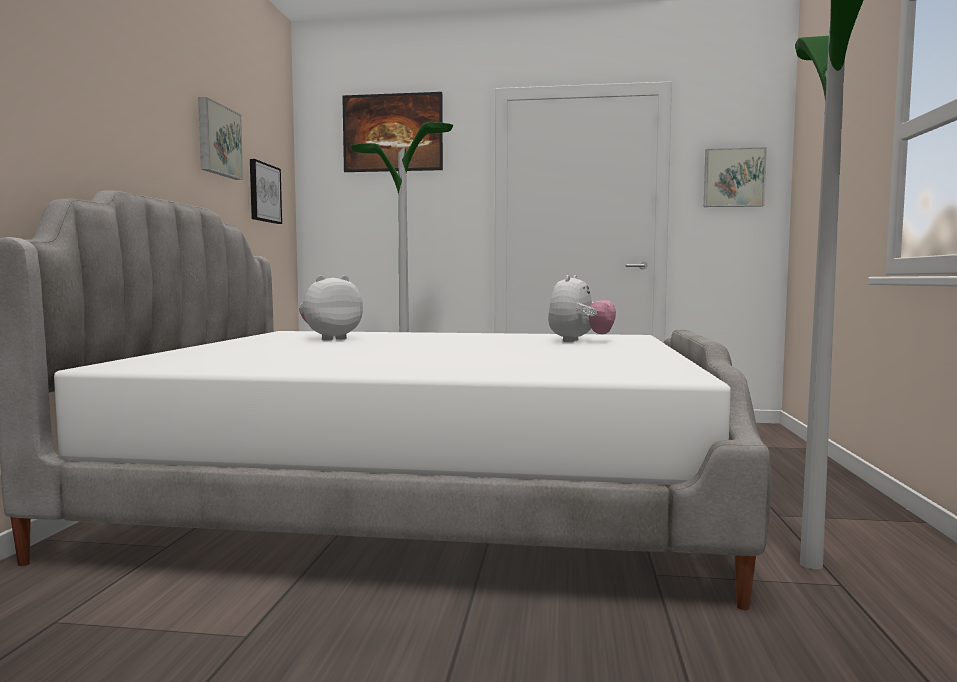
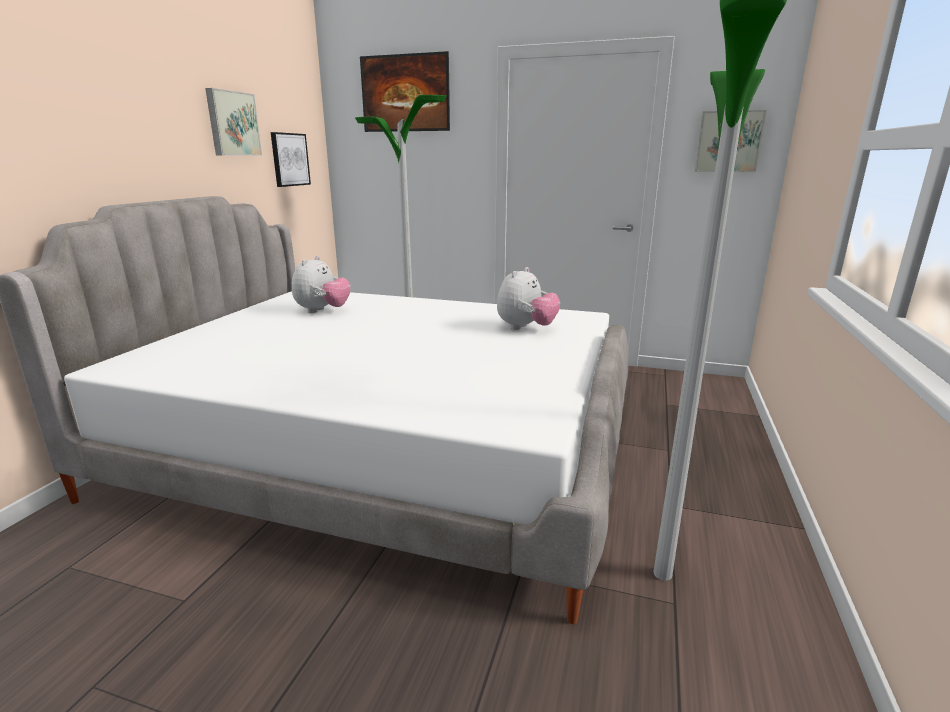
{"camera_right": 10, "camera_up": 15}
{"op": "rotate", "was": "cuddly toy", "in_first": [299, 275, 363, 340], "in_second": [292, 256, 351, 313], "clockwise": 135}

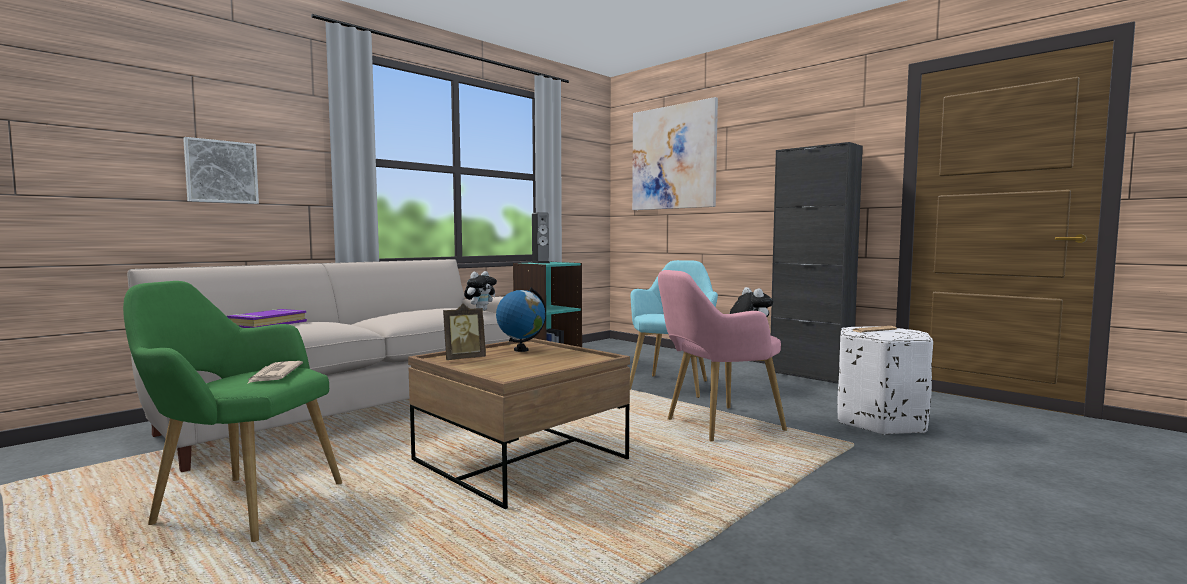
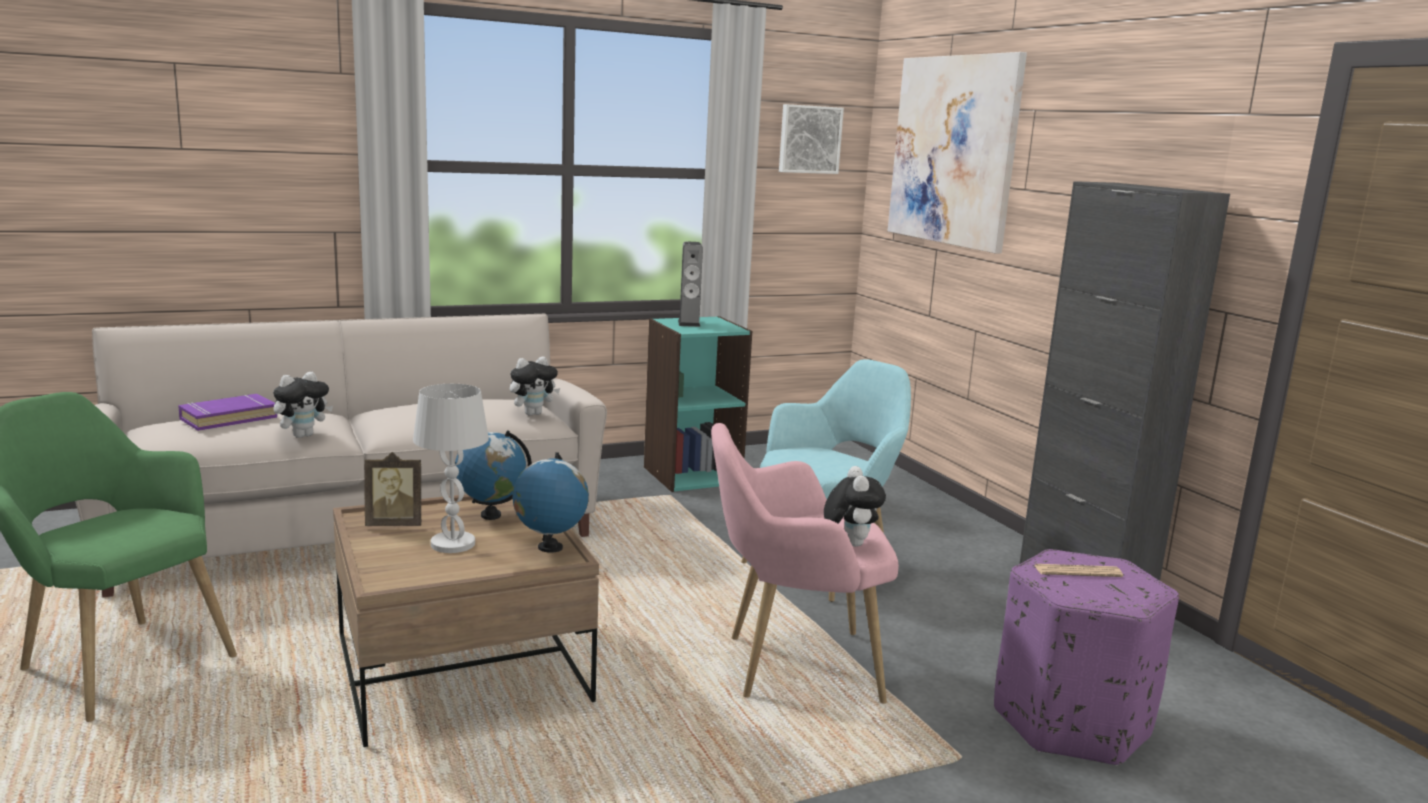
{"camera_right": 20, "camera_up": 10}
{"op": "insert", "now": "cuddly toy", "in_second": [273, 372, 333, 438]}
{"op": "insert", "now": "tabletop lamp (white-coloured)", "in_second": [413, 384, 489, 553]}
{"op": "insert", "now": "desk globe", "in_second": [513, 452, 589, 553]}
{"op": "move", "was": "picture", "in_first": [183, 137, 259, 204], "in_second": [779, 104, 844, 174]}
{"op": "recolor", "was": "pouffe (white-coloured)", "now": "pouffe (purple-coloured)", "in_first": [837, 326, 933, 436], "in_second": [994, 549, 1179, 766]}
{"op": "delete", "was": "daily paper", "in_first": [247, 361, 303, 384]}

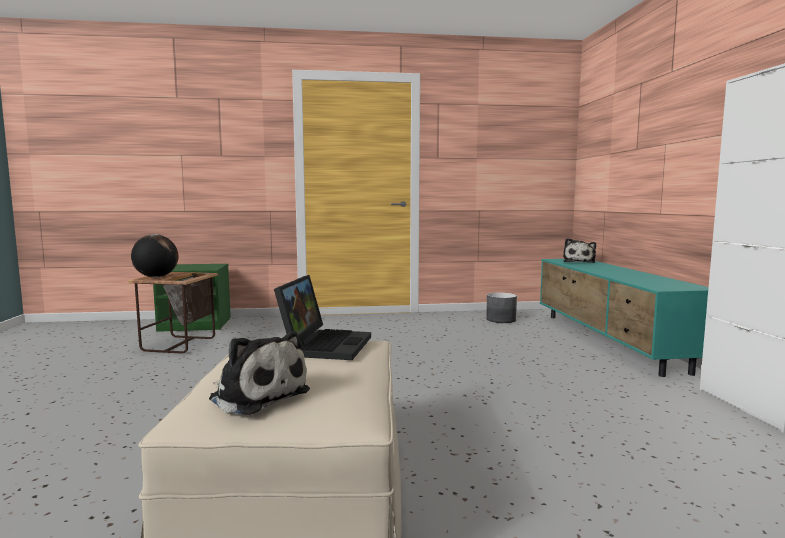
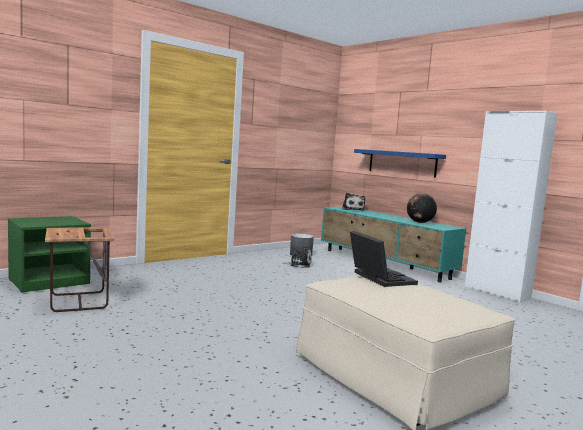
{"camera_right": -35, "camera_up": 0}
{"op": "move", "was": "cuddly toy", "in_first": [209, 331, 310, 415], "in_second": [281, 247, 312, 268]}
{"op": "insert", "now": "shelf (blue)", "in_second": [354, 149, 446, 178]}
{"op": "move", "was": "desk globe", "in_first": [131, 234, 179, 278], "in_second": [407, 193, 437, 223]}

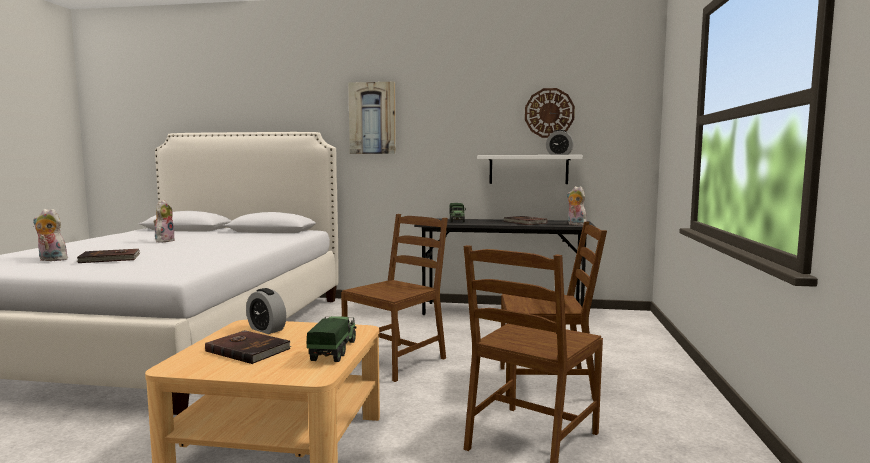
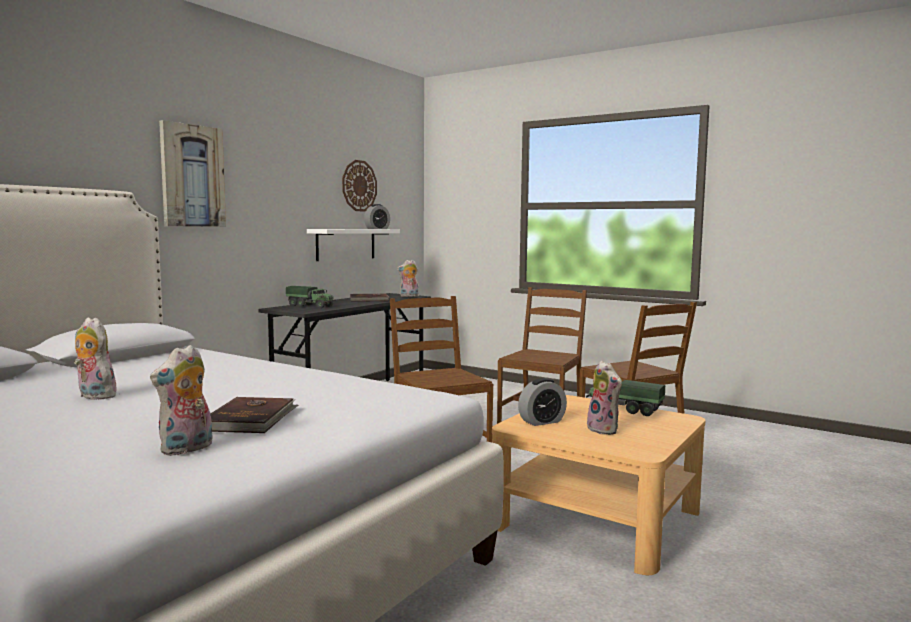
{"camera_right": -65, "camera_up": 0}
{"op": "replace", "was": "volume (brown)", "now": "cuddly toy", "in_first": [205, 330, 291, 364], "in_second": [587, 361, 622, 435]}

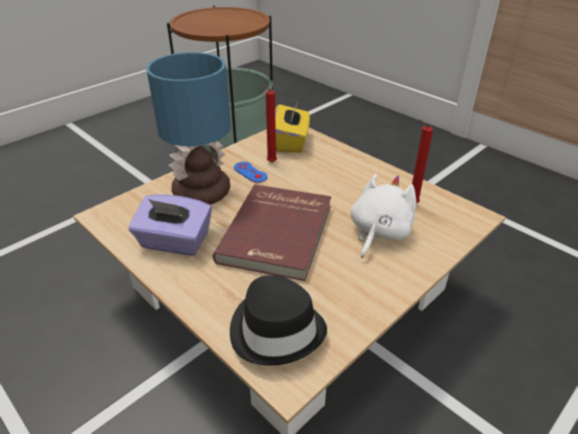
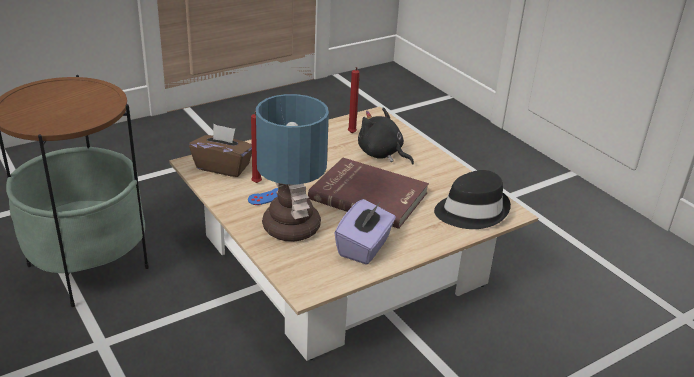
{"camera_right": -80, "camera_up": -5}
{"op": "recolor", "was": "box of tissues (yellow)", "now": "box of tissues (brown)", "in_first": [275, 100, 310, 153], "in_second": [189, 124, 252, 177]}
{"op": "recolor", "was": "cuddly toy (white-coloured)", "now": "cuddly toy (blackish)", "in_first": [351, 174, 416, 258], "in_second": [358, 107, 414, 165]}

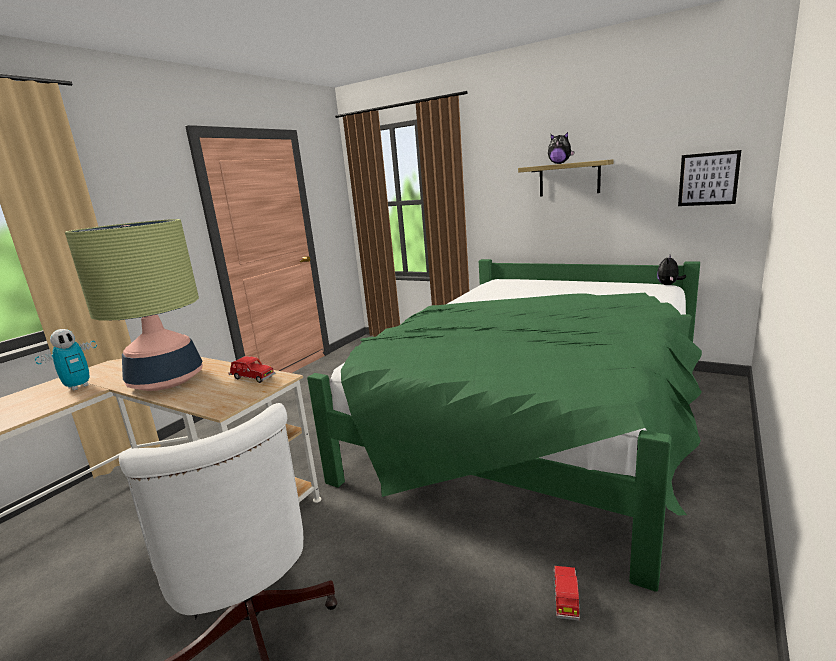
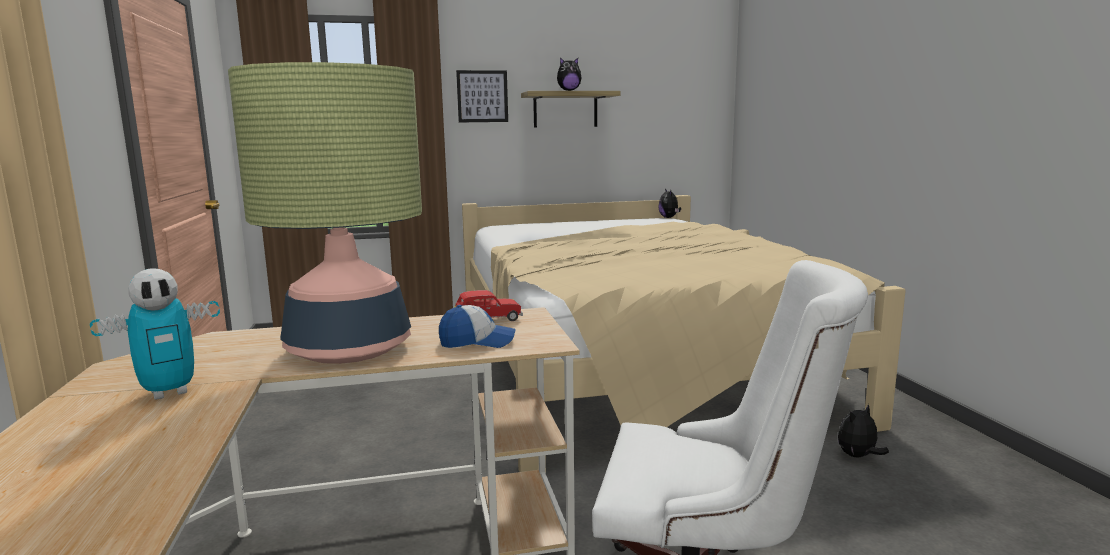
{"camera_right": -45, "camera_up": -5}
{"op": "rotate", "was": "toy robot", "in_first": [35, 329, 97, 390], "in_second": [90, 268, 220, 400], "clockwise": 60}
{"op": "insert", "now": "cap", "in_second": [439, 305, 516, 348]}
{"op": "move", "was": "picture", "in_first": [678, 150, 741, 206], "in_second": [456, 70, 508, 122]}
{"op": "recolor", "was": "bedroom bed (green-coloured)", "now": "bedroom bed (beige)", "in_first": [307, 259, 702, 592], "in_second": [462, 195, 906, 472]}
{"op": "replace", "was": "toy car (red-coloured)", "now": "cuddly toy", "in_first": [553, 566, 580, 621], "in_second": [838, 404, 889, 457]}

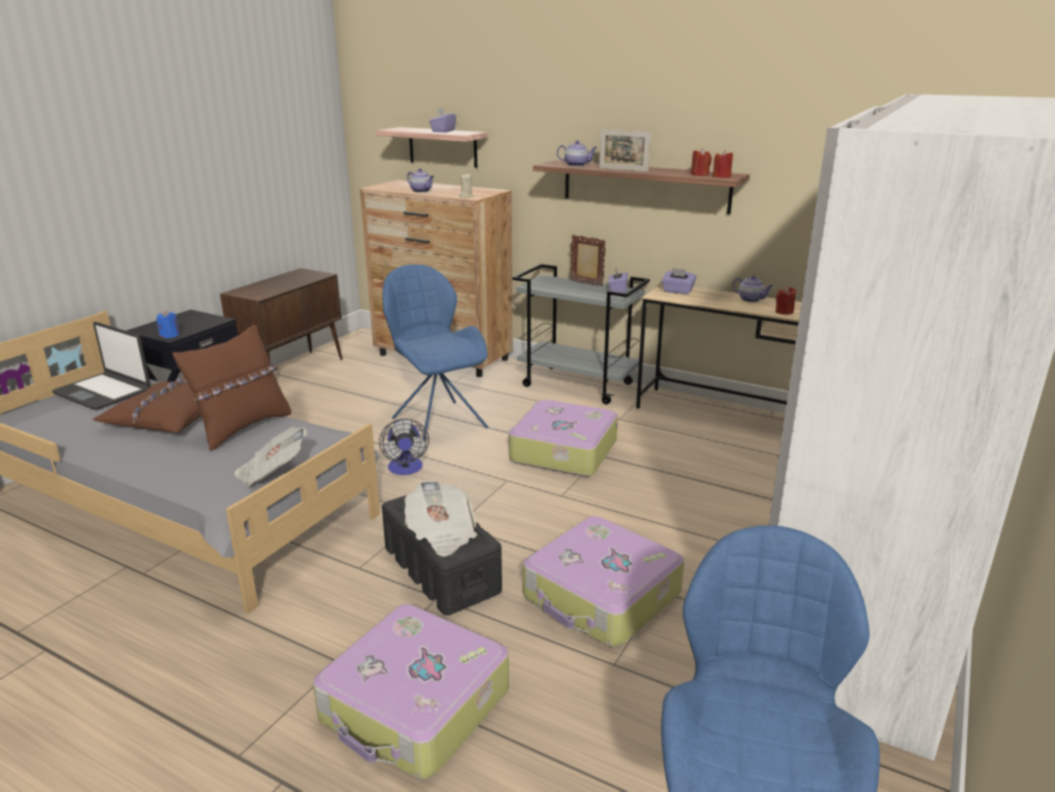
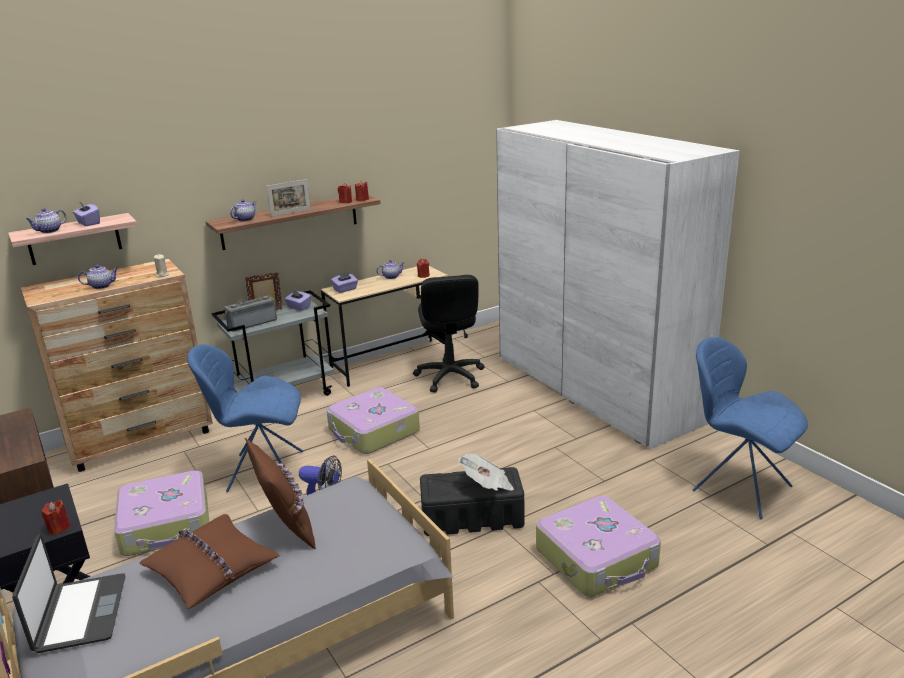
{"camera_right": -60, "camera_up": 0}
{"op": "rotate", "was": "laptop", "in_first": [52, 322, 151, 410], "in_second": [12, 534, 125, 653], "clockwise": -75}
{"op": "insert", "now": "tea pot", "in_second": [26, 208, 66, 233]}
{"op": "recolor", "was": "wax light (blue)", "now": "wax light (red-coloured)", "in_first": [156, 311, 179, 338], "in_second": [42, 500, 70, 535]}
{"op": "move", "was": "suitcase", "in_first": [523, 516, 684, 647], "in_second": [114, 471, 209, 556]}
{"op": "insert", "now": "radio", "in_second": [223, 295, 277, 332]}
{"op": "insert", "now": "office chair (blackish)", "in_second": [413, 275, 485, 393]}
{"op": "delete", "was": "daily paper", "in_first": [234, 426, 307, 486]}

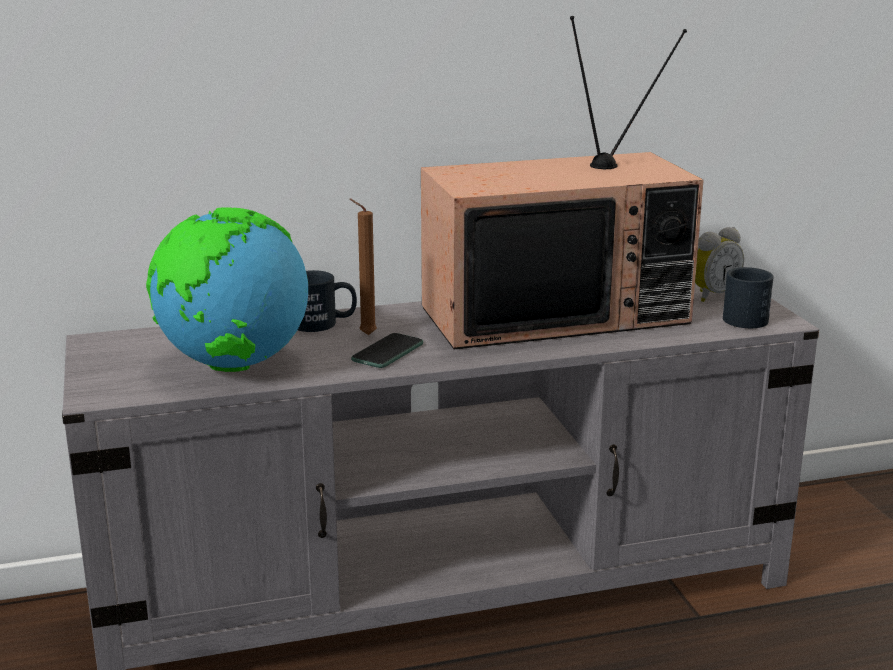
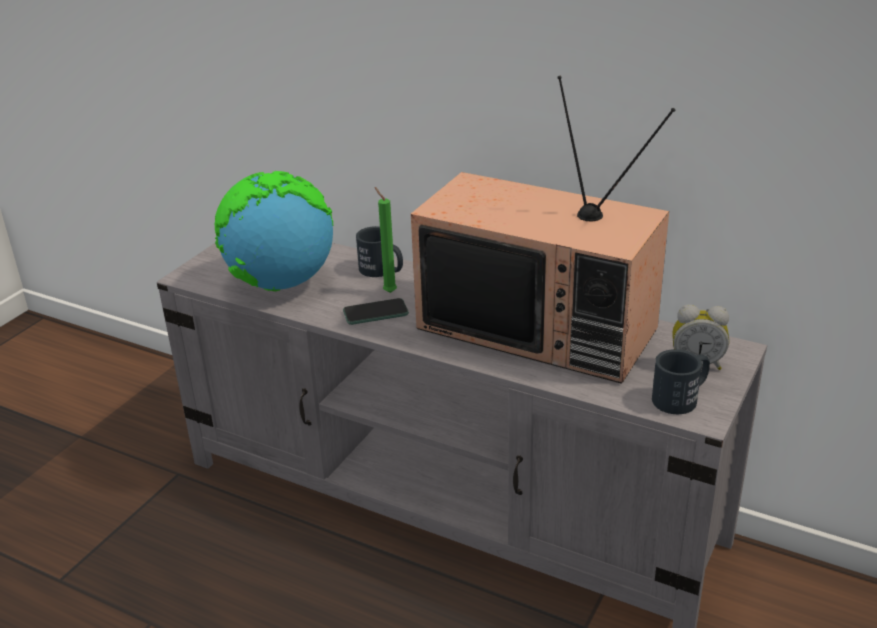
{"camera_right": 45, "camera_up": 10}
{"op": "recolor", "was": "wax light (brown)", "now": "wax light (green-coloured)", "in_first": [349, 199, 377, 335], "in_second": [374, 187, 397, 293]}

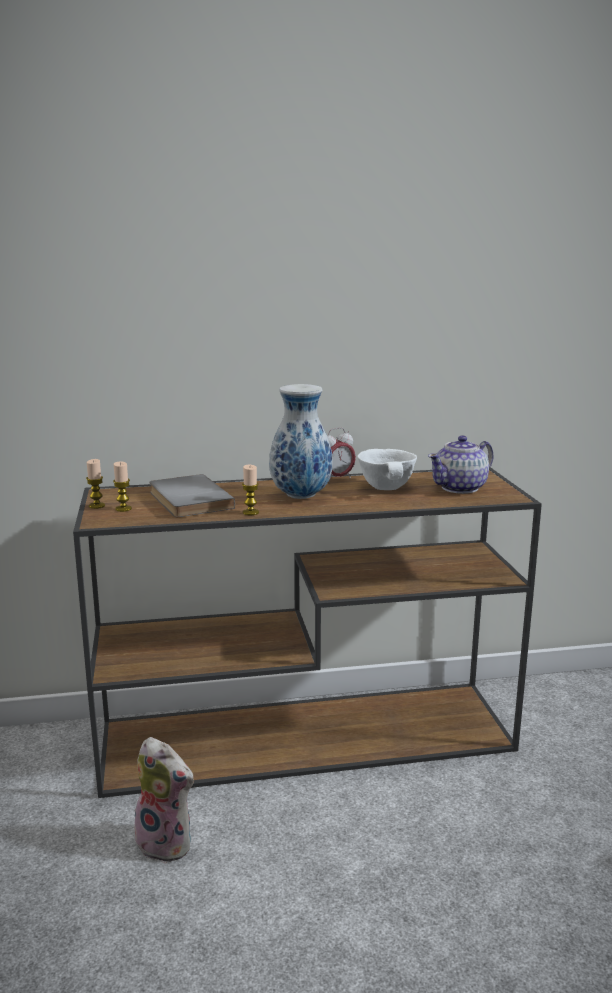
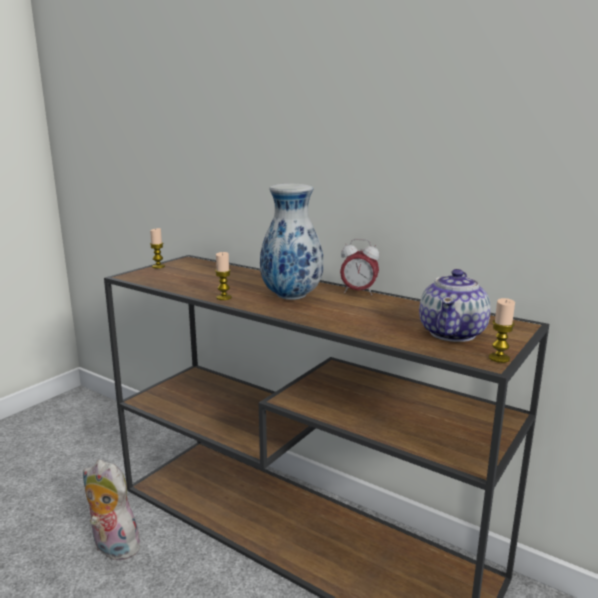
{"camera_right": 45, "camera_up": 0}
{"op": "rotate", "was": "cuddly toy", "in_first": [134, 737, 195, 863], "in_second": [83, 460, 146, 560], "clockwise": 135}
{"op": "rotate", "was": "tea pot", "in_first": [428, 435, 493, 494], "in_second": [419, 269, 491, 342], "clockwise": -75}
{"op": "move", "was": "wax light", "in_first": [113, 461, 132, 512], "in_second": [489, 298, 515, 363]}
{"op": "delete", "was": "volume (grey)", "in_first": [149, 474, 235, 517]}
{"op": "delete", "was": "deep dish (white-coloured)", "in_first": [357, 449, 417, 490]}

